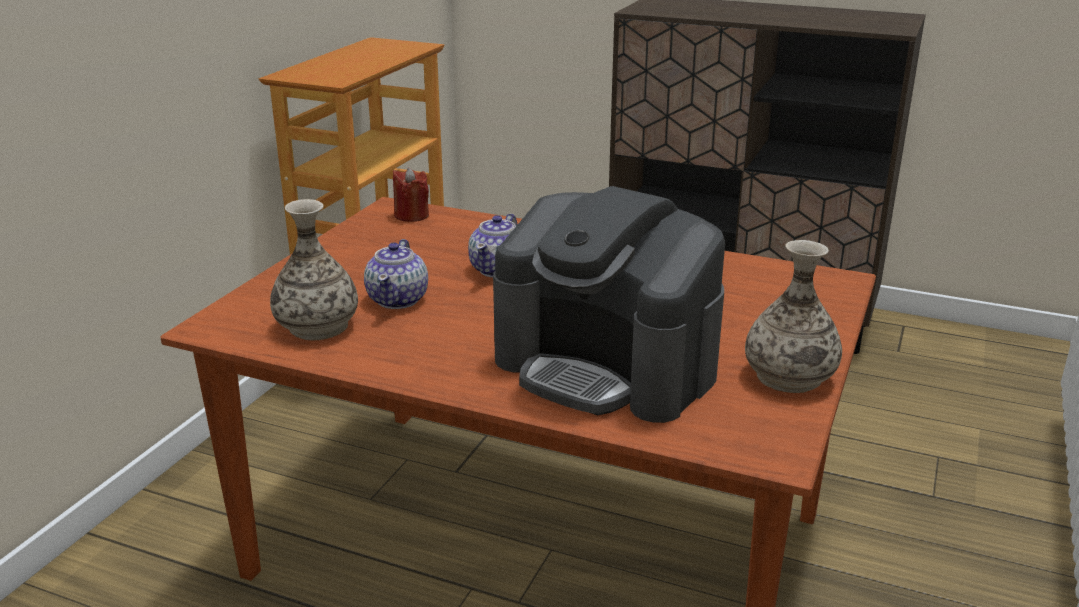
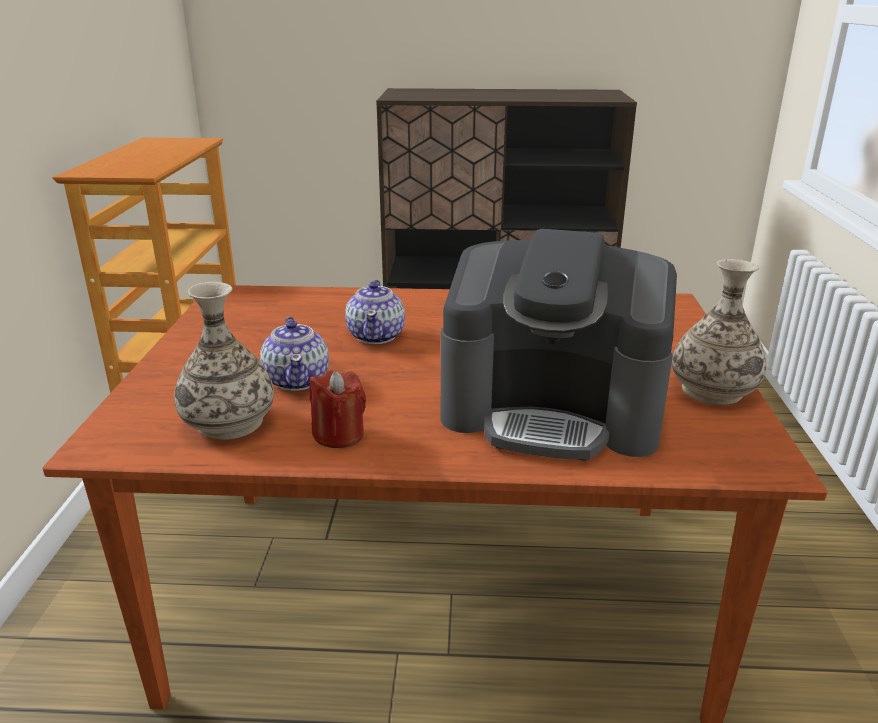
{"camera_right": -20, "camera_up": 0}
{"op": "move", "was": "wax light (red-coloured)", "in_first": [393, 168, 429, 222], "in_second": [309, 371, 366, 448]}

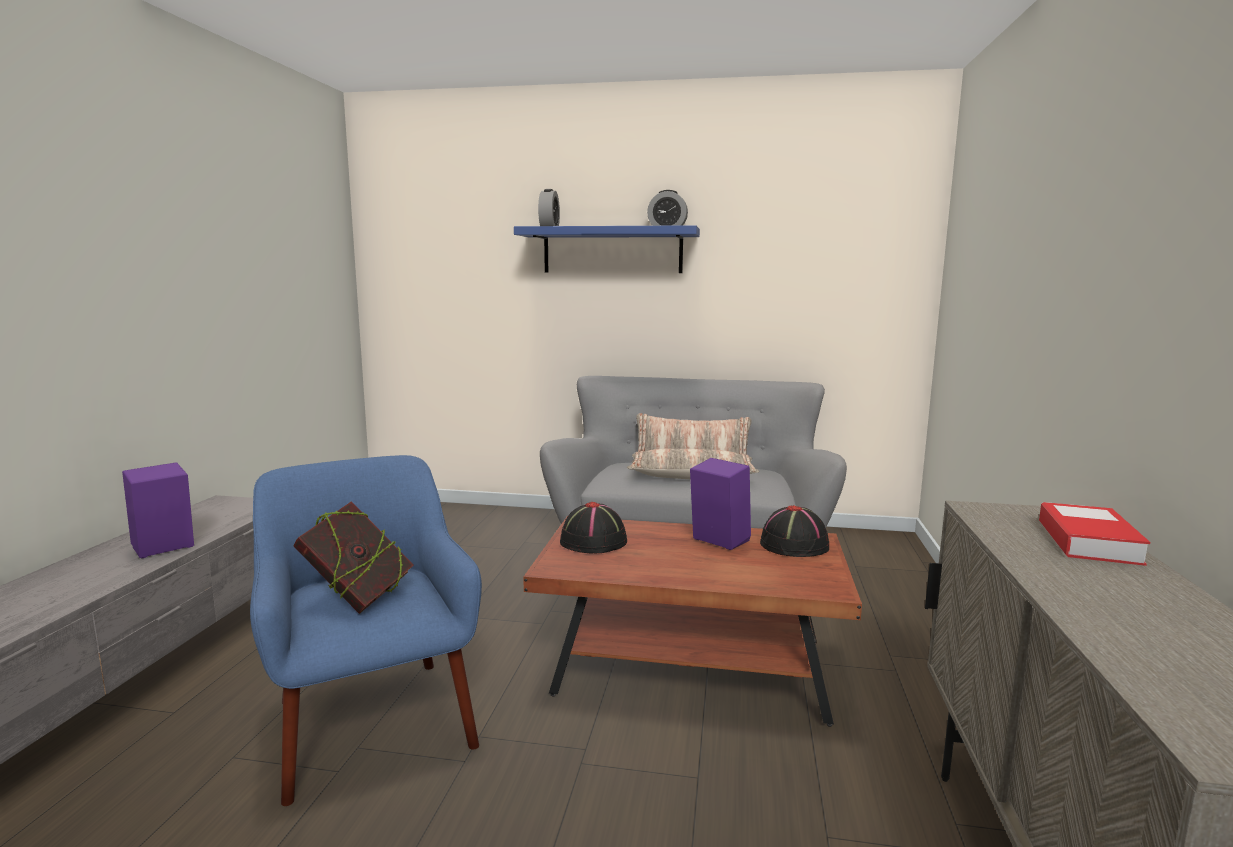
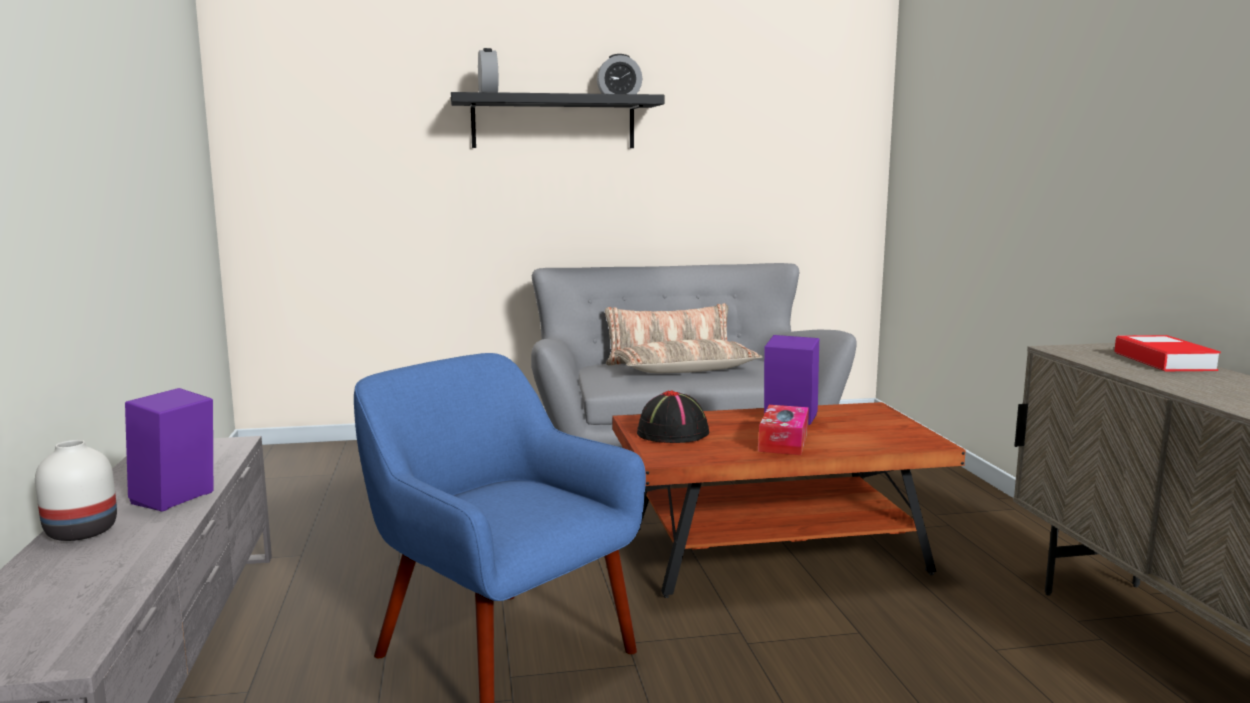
{"camera_right": -20, "camera_up": 0}
{"op": "insert", "now": "flower vase (white-coloured)", "in_second": [35, 440, 117, 541]}
{"op": "recolor", "was": "shelf (blue)", "now": "shelf (blackish)", "in_first": [514, 225, 700, 273], "in_second": [451, 92, 665, 148]}
{"op": "insert", "now": "box of tissues", "in_second": [758, 405, 809, 455]}
{"op": "delete", "was": "volume", "in_first": [294, 501, 414, 614]}
{"op": "delete", "was": "clothing hat (blackish)", "in_first": [760, 505, 829, 557]}

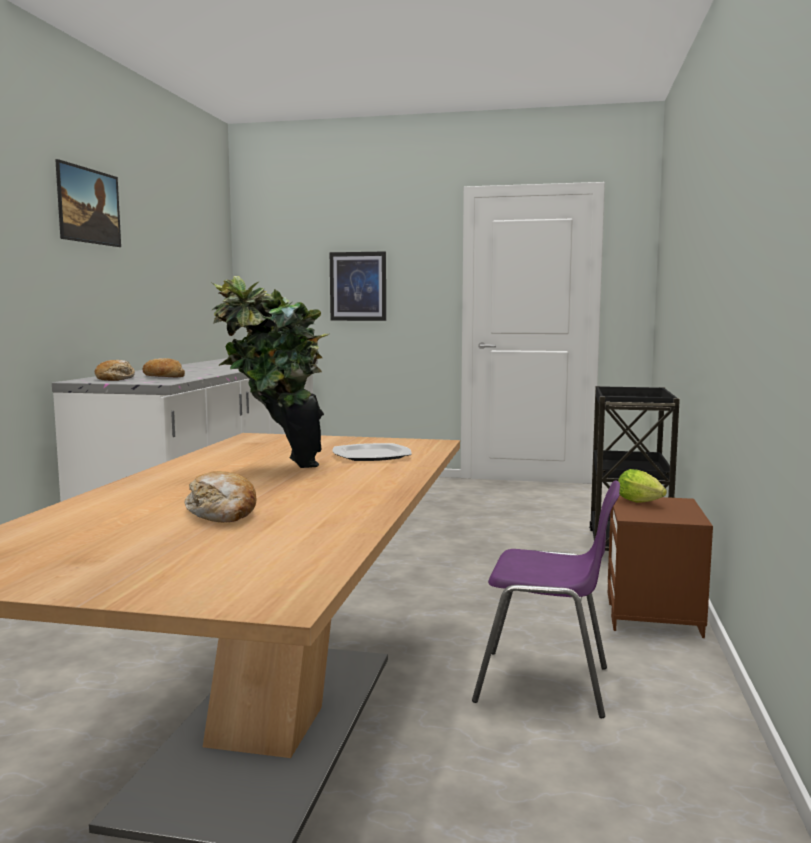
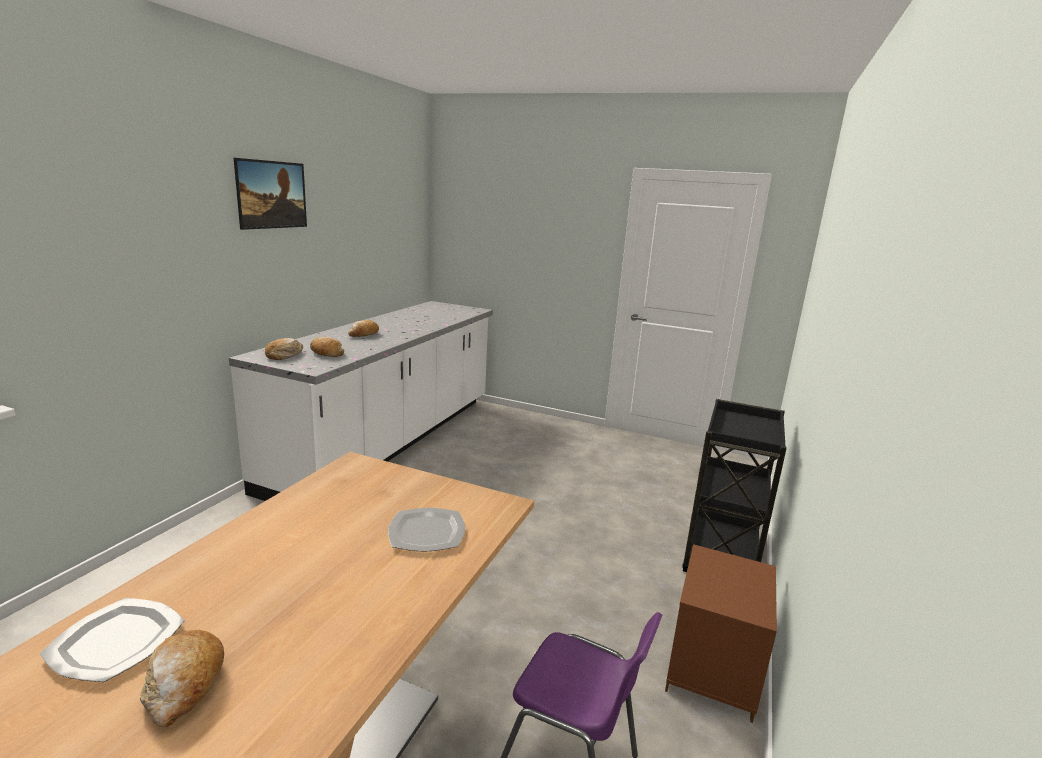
{"camera_right": 10, "camera_up": 10}
{"op": "insert", "now": "dinner plate", "in_second": [40, 598, 185, 682]}
{"op": "insert", "now": "baked bread", "in_second": [348, 320, 379, 337]}
{"op": "delete", "was": "potted plant", "in_first": [212, 276, 329, 468]}
{"op": "delete", "was": "picture", "in_first": [330, 252, 386, 321]}
{"op": "delete", "was": "lettuce head", "in_first": [618, 469, 667, 503]}

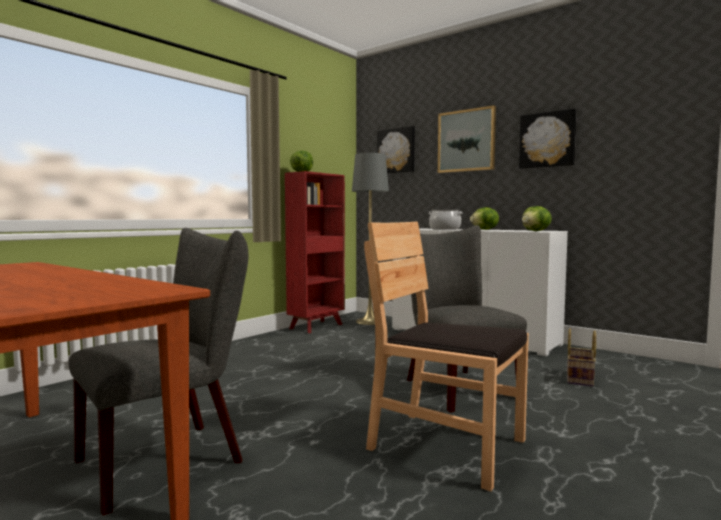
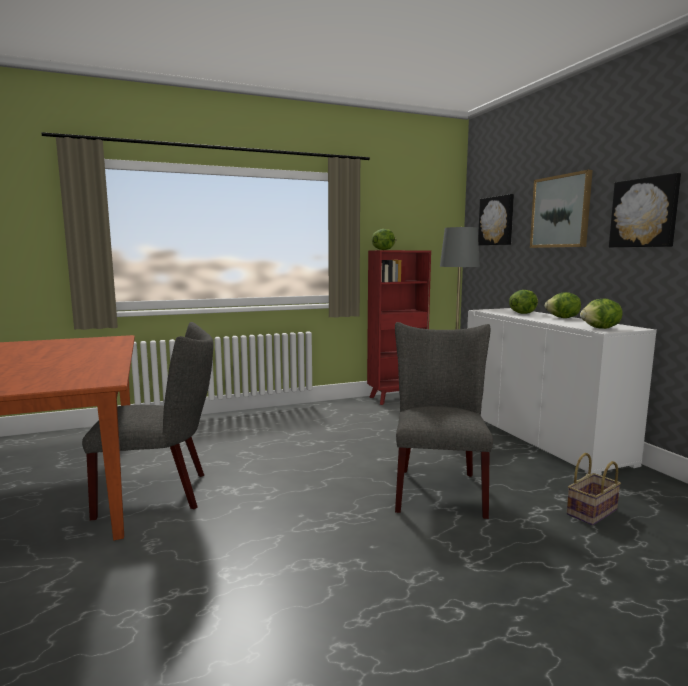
{"camera_right": 30, "camera_up": 5}
{"op": "replace", "was": "saucepot", "now": "lettuce head", "in_first": [428, 210, 462, 230], "in_second": [509, 290, 538, 314]}
{"op": "delete", "was": "plain chair (brown)", "in_first": [364, 222, 529, 492]}

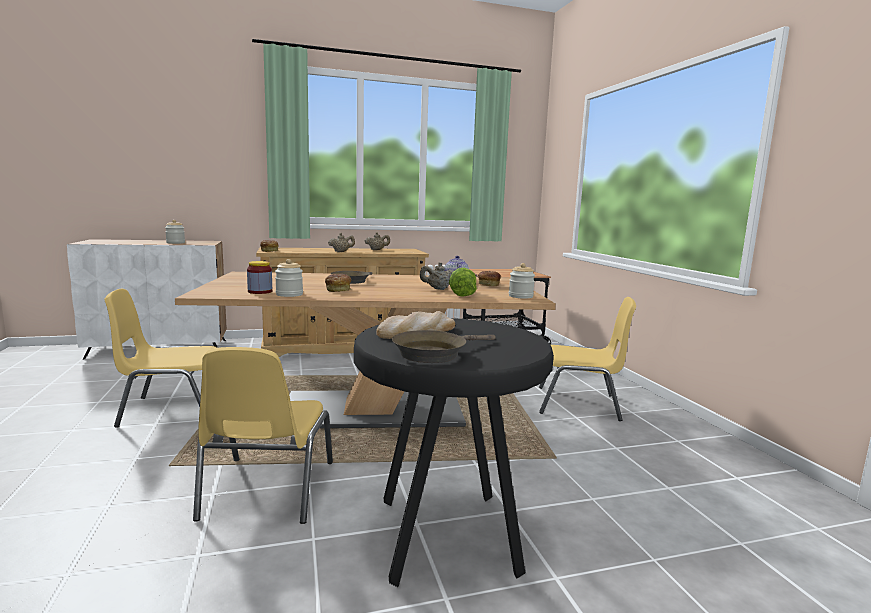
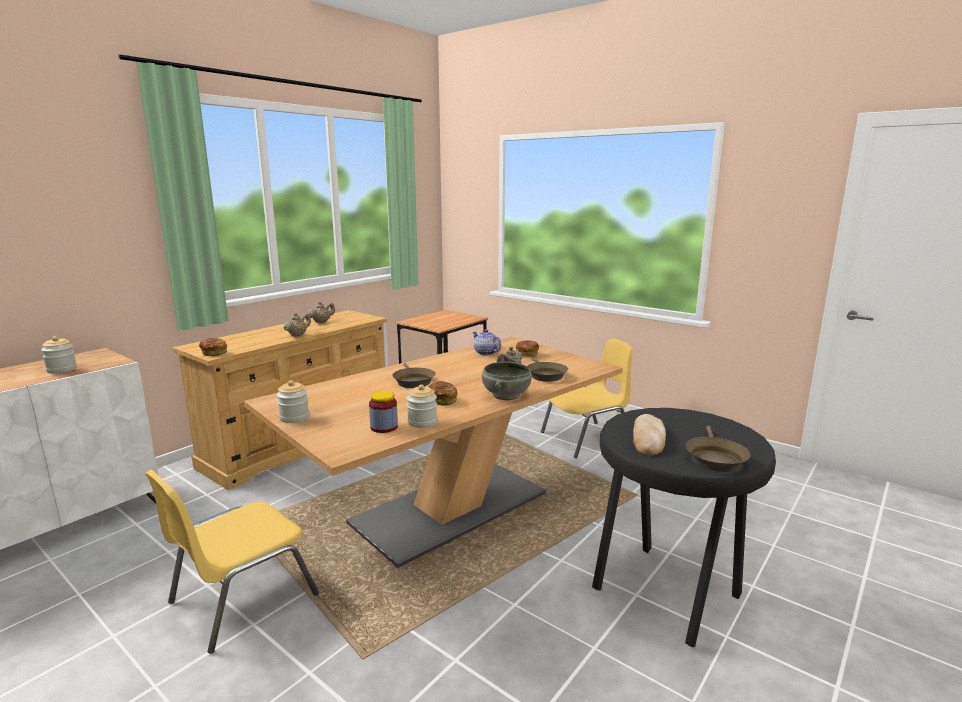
{"camera_right": -35, "camera_up": 5}
{"op": "move", "was": "preserve jar", "in_first": [509, 263, 535, 299], "in_second": [277, 380, 309, 423]}
{"op": "insert", "now": "deep dish (grey)", "in_second": [482, 362, 532, 400]}
{"op": "replace", "was": "lettuce head", "now": "skillet (brown)", "in_first": [449, 268, 477, 297], "in_second": [527, 357, 568, 382]}
{"op": "delete", "was": "plain chair (yellow)", "in_first": [193, 347, 333, 524]}

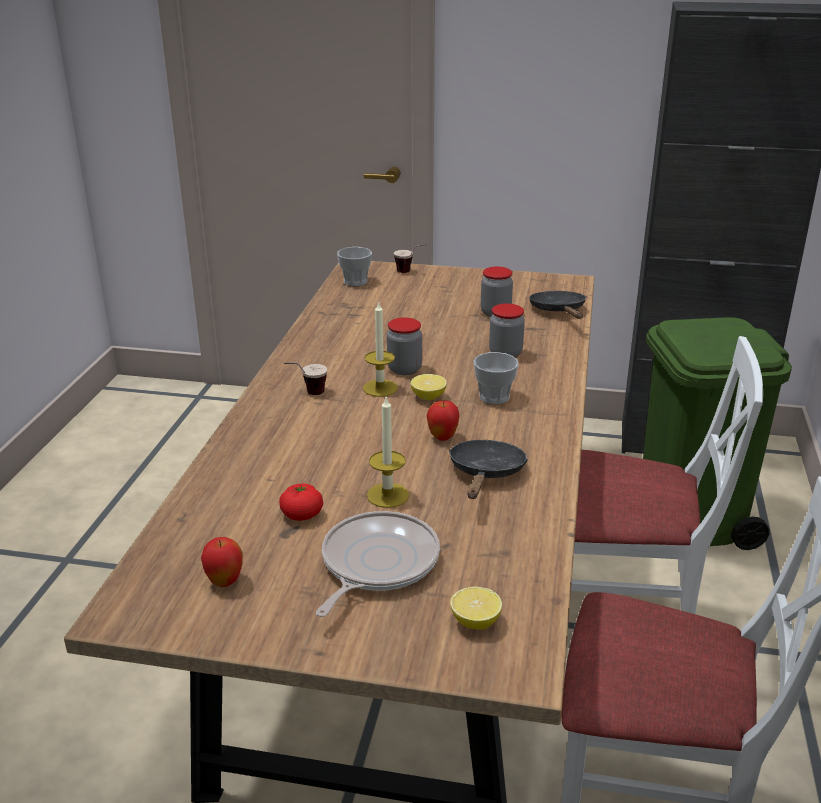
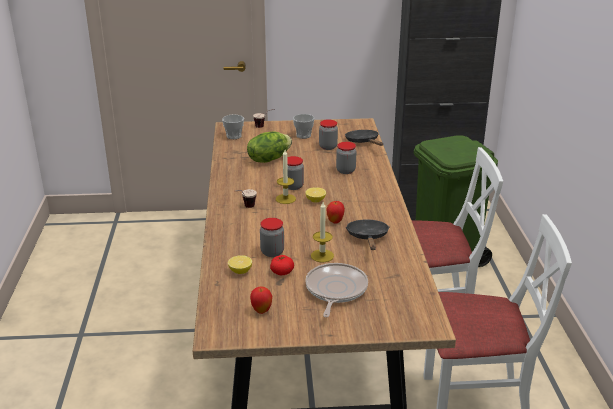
{"camera_right": -15, "camera_up": 0}
{"op": "move", "was": "lemon", "in_first": [450, 587, 502, 630], "in_second": [228, 255, 252, 274]}
{"op": "insert", "now": "lettuce head", "in_second": [247, 132, 292, 163]}
{"op": "insert", "now": "preserve jar", "in_second": [260, 218, 284, 257]}
{"op": "move", "was": "cup", "in_first": [473, 352, 519, 404], "in_second": [293, 114, 314, 139]}

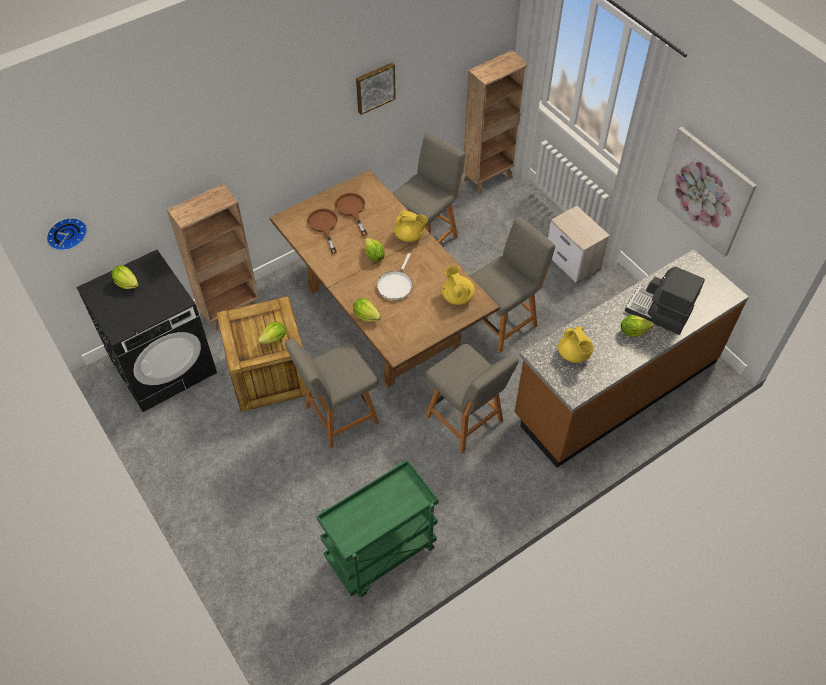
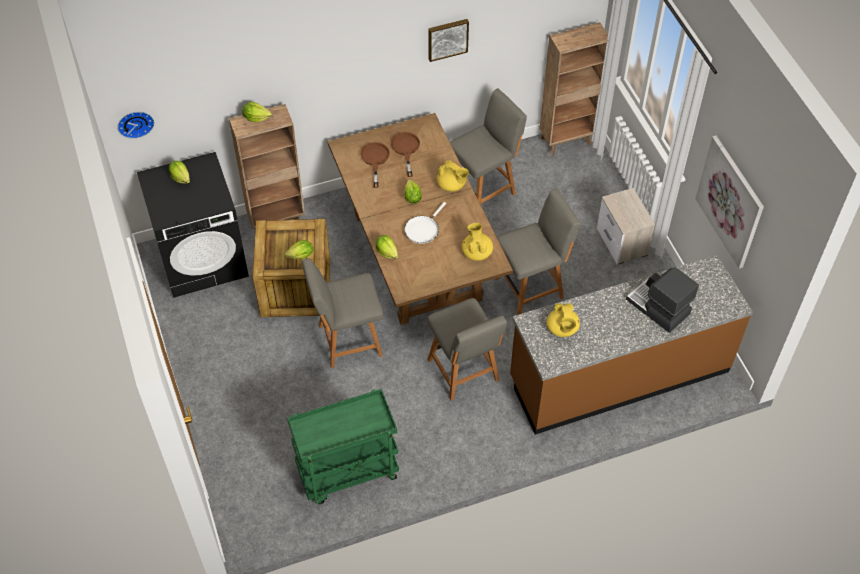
{"camera_right": 15, "camera_up": 0}
{"op": "move", "was": "lettuce head", "in_first": [621, 315, 654, 337], "in_second": [242, 102, 272, 122]}

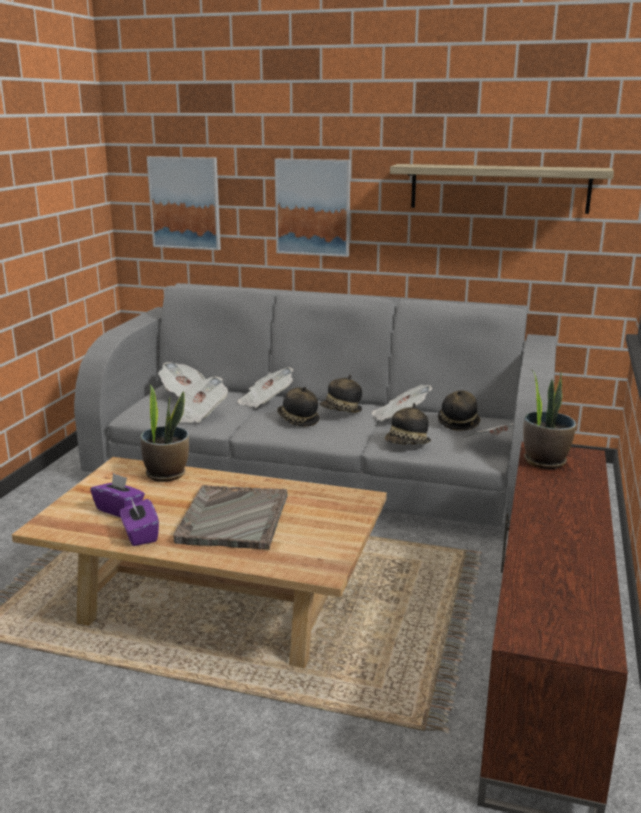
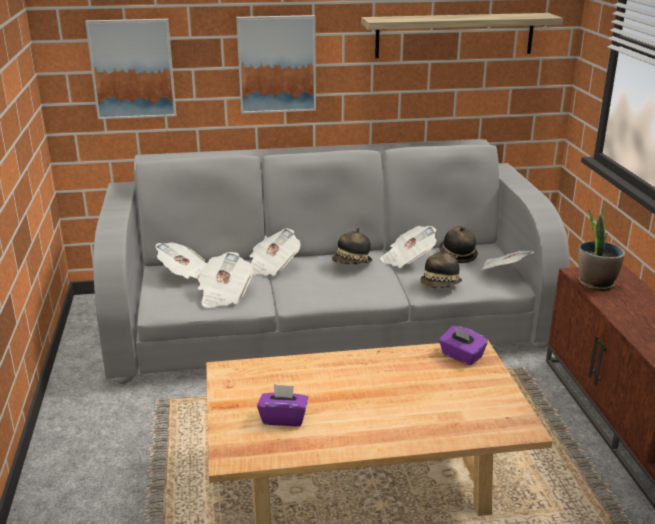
{"camera_right": -25, "camera_up": 5}
{"op": "move", "was": "box of tissues (purple-coloured)", "in_first": [120, 498, 159, 546], "in_second": [439, 326, 488, 365]}
{"op": "delete", "was": "potted plant", "in_first": [140, 385, 189, 482]}
{"op": "delete", "was": "carrying tray (grey)", "in_first": [174, 485, 287, 550]}
{"op": "delete", "was": "clothing hat", "in_first": [277, 387, 320, 427]}

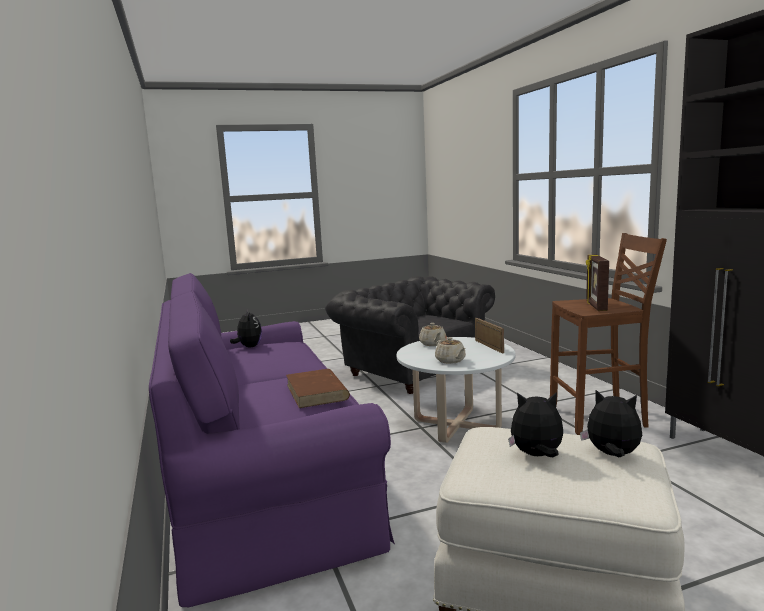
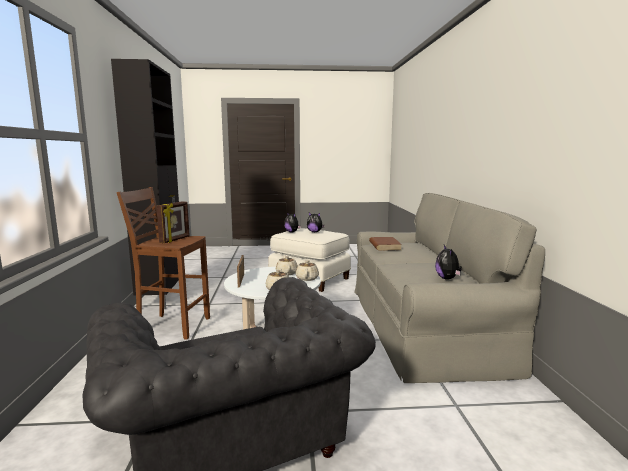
{"camera_right": -165, "camera_up": 0}
{"op": "insert", "now": "tea pot (beige)", "in_second": [295, 259, 319, 281]}
{"op": "recolor", "was": "couch (purple-coloured)", "now": "couch (grey)", "in_first": [149, 273, 395, 607], "in_second": [354, 193, 545, 383]}

